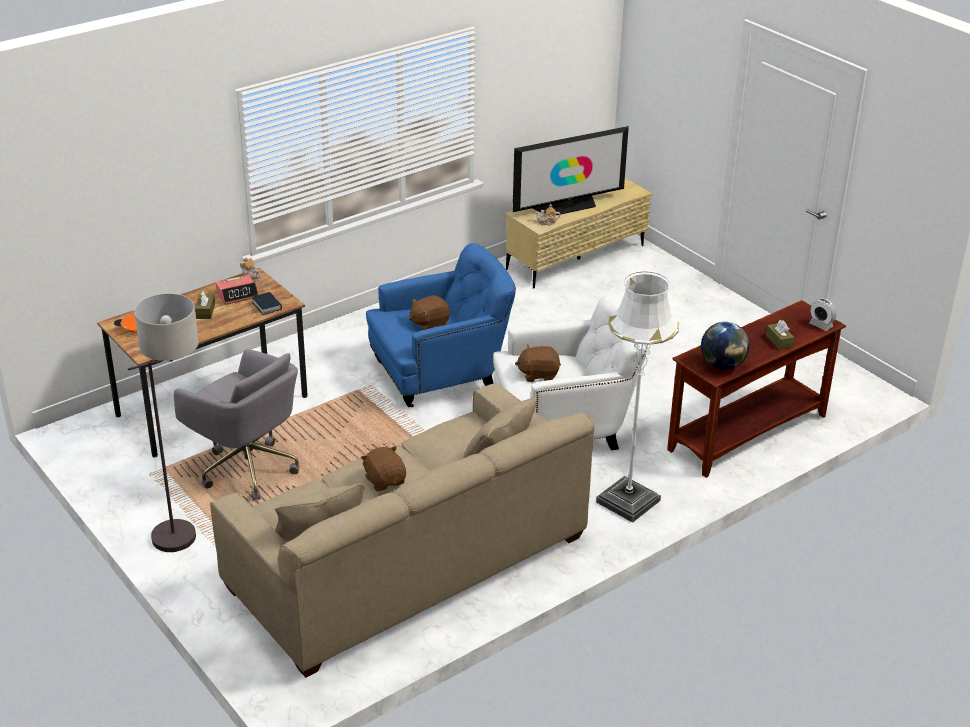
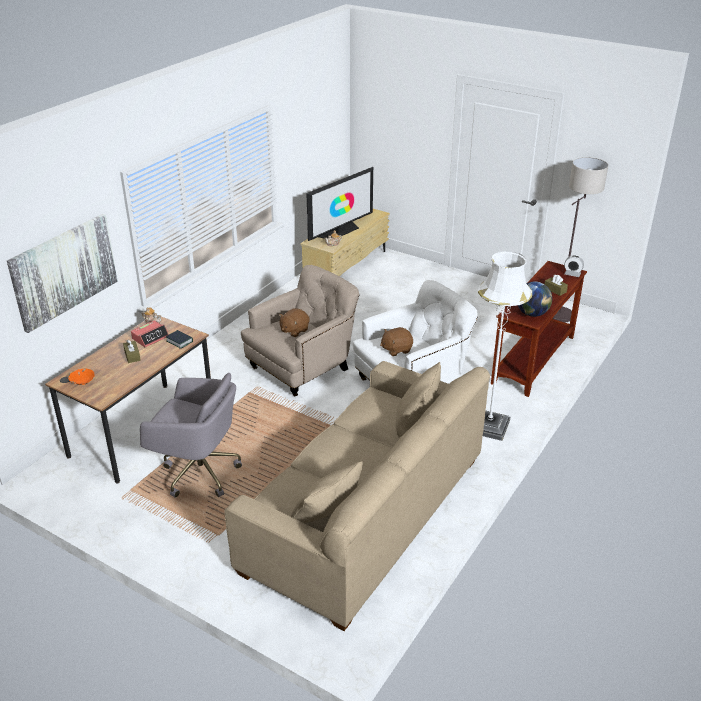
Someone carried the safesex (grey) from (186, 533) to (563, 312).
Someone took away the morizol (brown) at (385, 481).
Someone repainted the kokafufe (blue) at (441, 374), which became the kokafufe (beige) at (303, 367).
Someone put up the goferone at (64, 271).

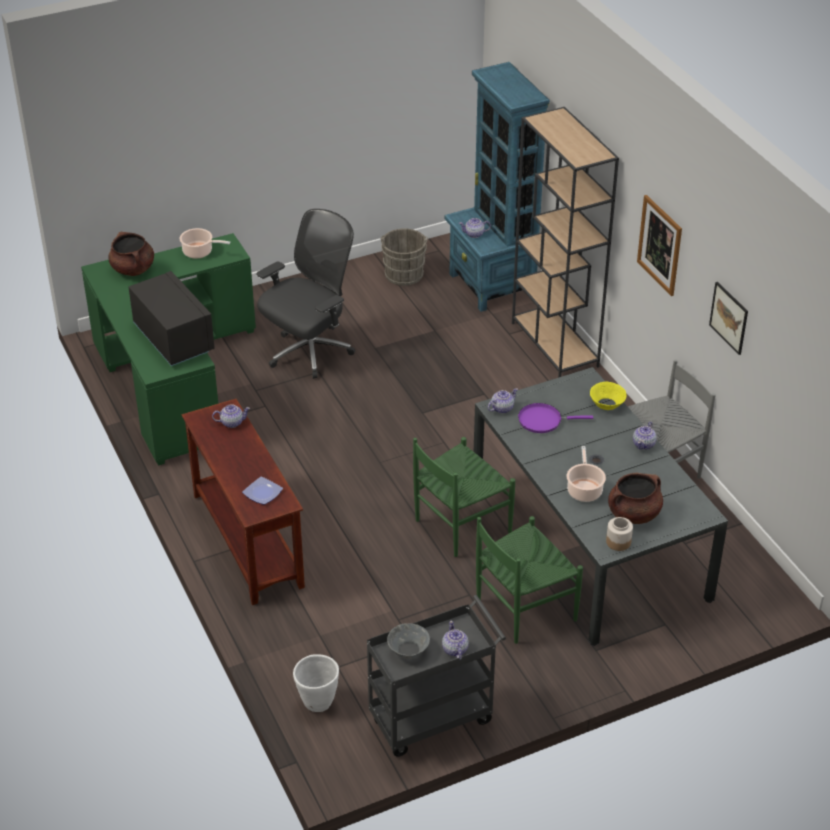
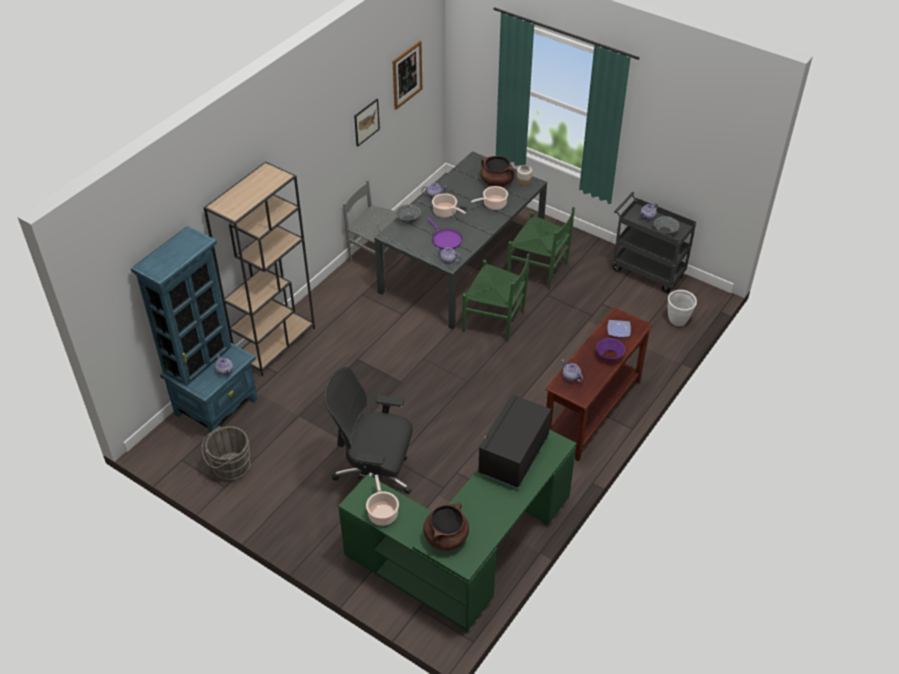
Someone repainted the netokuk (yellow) at (607, 404), which became the netokuk (grey) at (408, 219).
Someone carried the goferone from (660, 245) to (407, 75).
Someone put down the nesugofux at (446, 212).
Someone put down the netokuk (purple) at (609, 356).

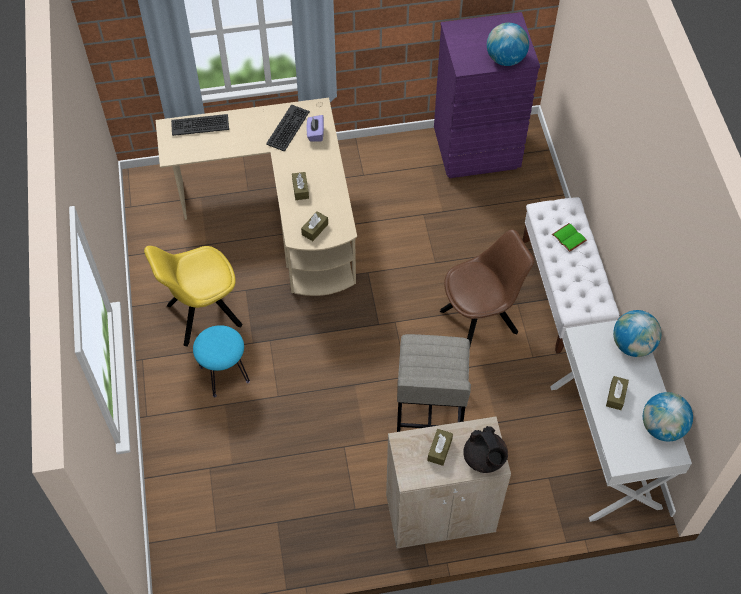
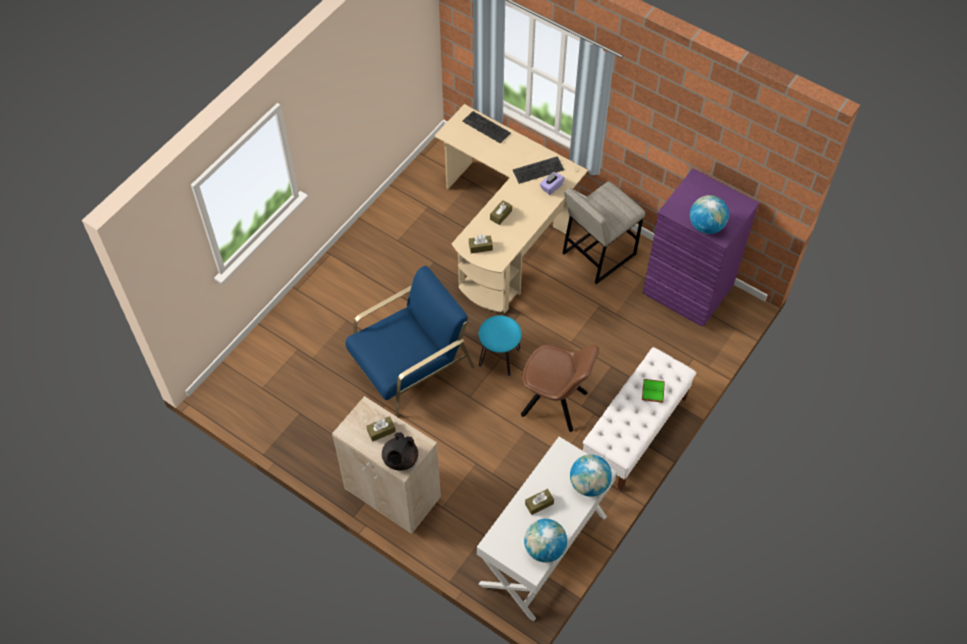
Someone took away the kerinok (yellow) at (203, 315).
Someone carried the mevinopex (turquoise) from (224, 374) to (499, 358).
Someone carried the kerinok (grey) from (429, 414) to (597, 255).
Someone put down the kokafufe (blue) at (409, 367).

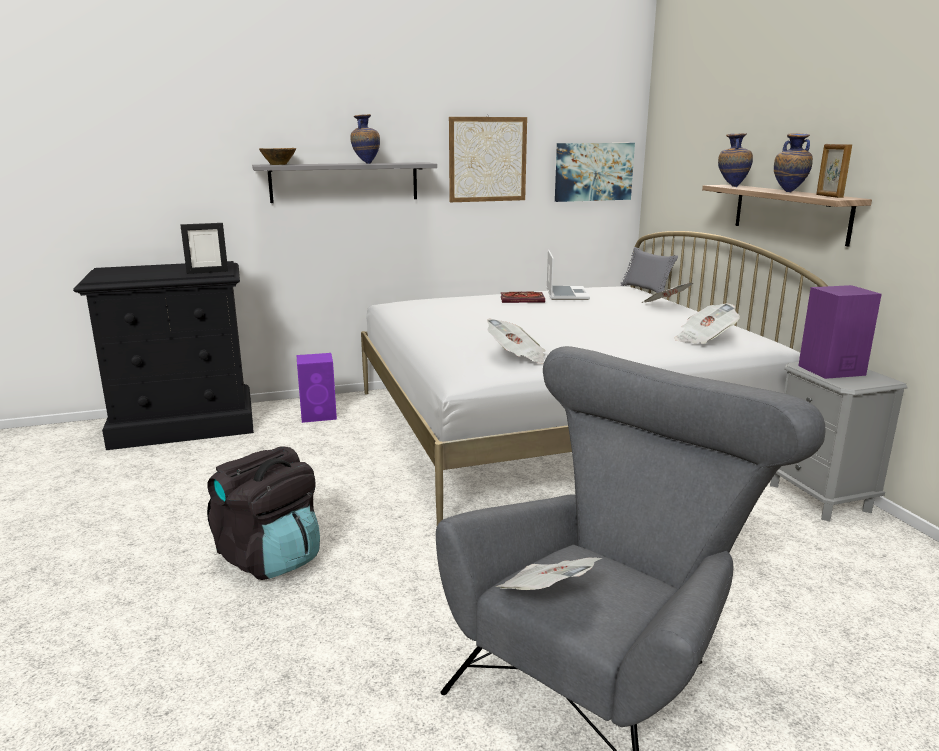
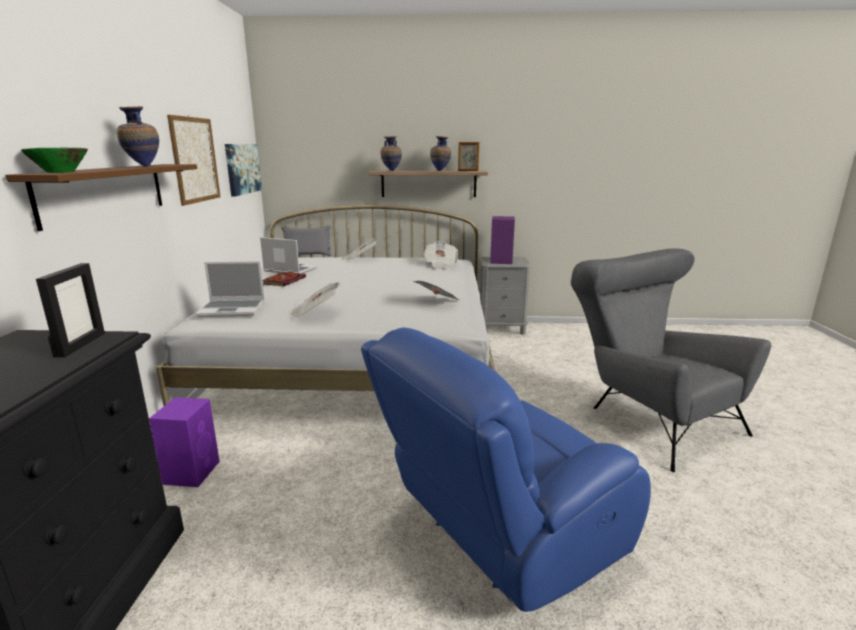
Someone swapped the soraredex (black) at (270, 557) for the kokafufe (blue) at (497, 535).
Someone repainted the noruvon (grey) at (344, 182), which became the noruvon (brown) at (105, 192).
Someone repainted the netokuk (brown) at (279, 164), which became the netokuk (green) at (61, 172).
Someone carried the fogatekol from (546, 596) to (314, 313).
Someone put down the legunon at (233, 309).

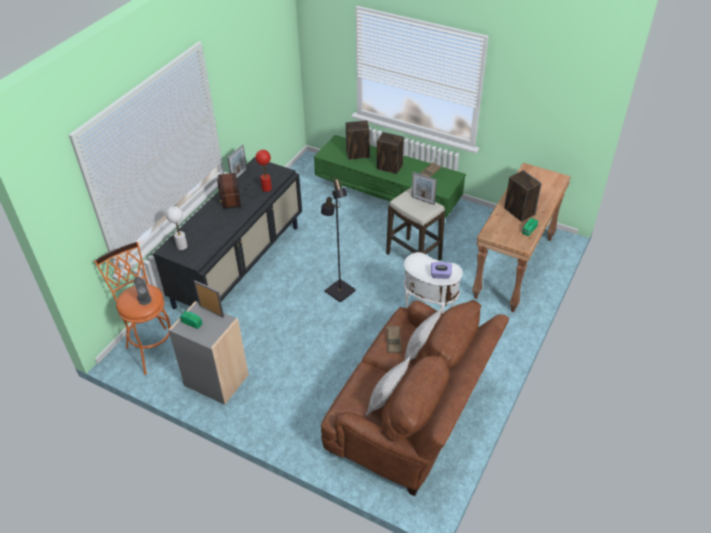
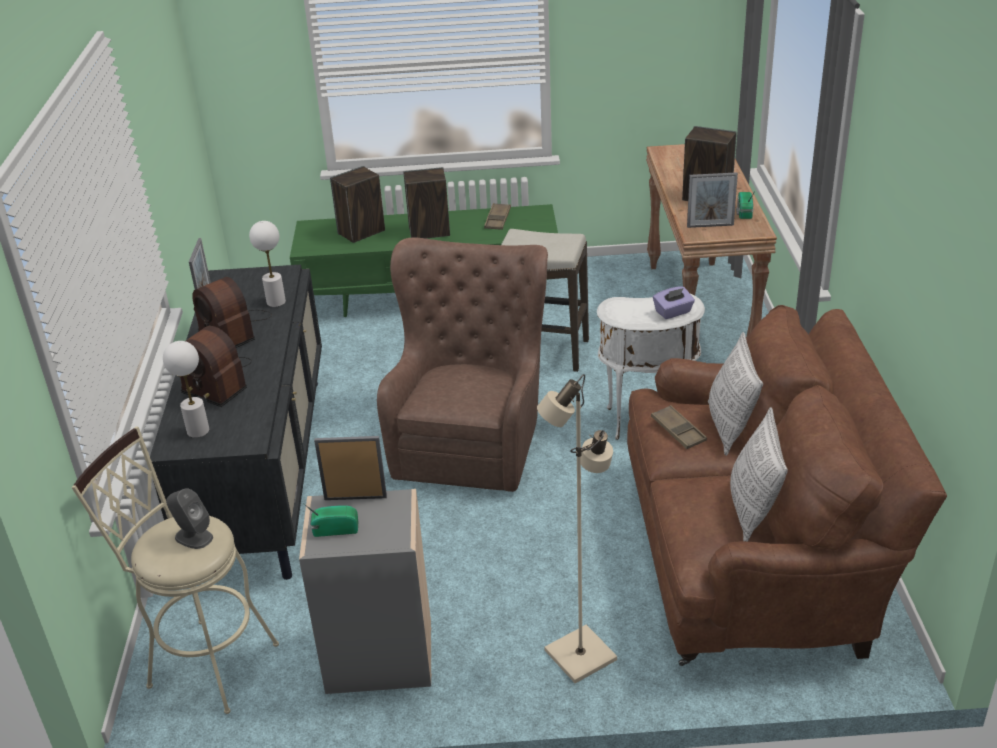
Someone repainted the mevinopex (orange) at (153, 347), which became the mevinopex (beige) at (204, 661).
Someone repainted the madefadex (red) at (266, 188), which became the madefadex (white) at (276, 302).
Someone swapped the safesex (black) at (340, 291) for the kokafufe (brown) at (472, 439).
Someone carried the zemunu from (423, 200) to (710, 226).
Someone put down the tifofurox at (216, 382).
Someone put down the safesex (beige) at (581, 655).

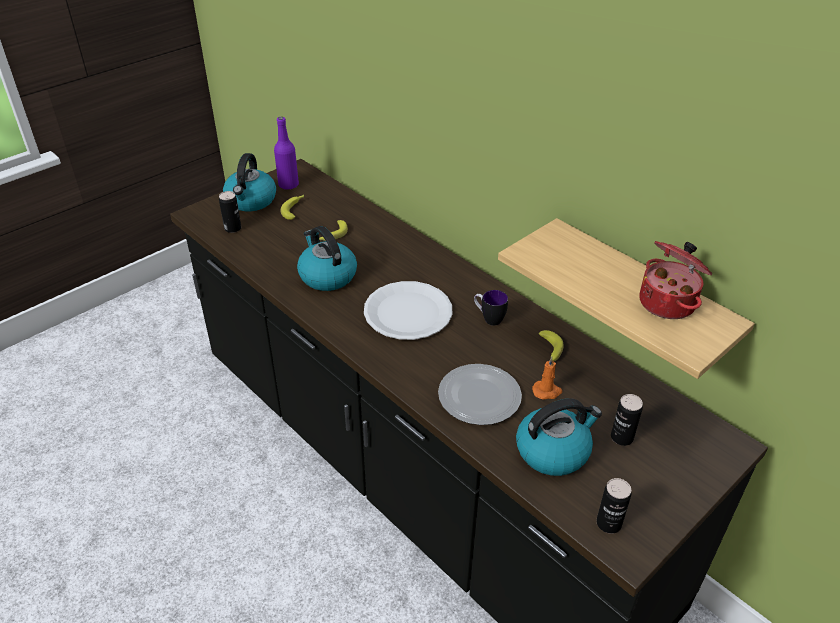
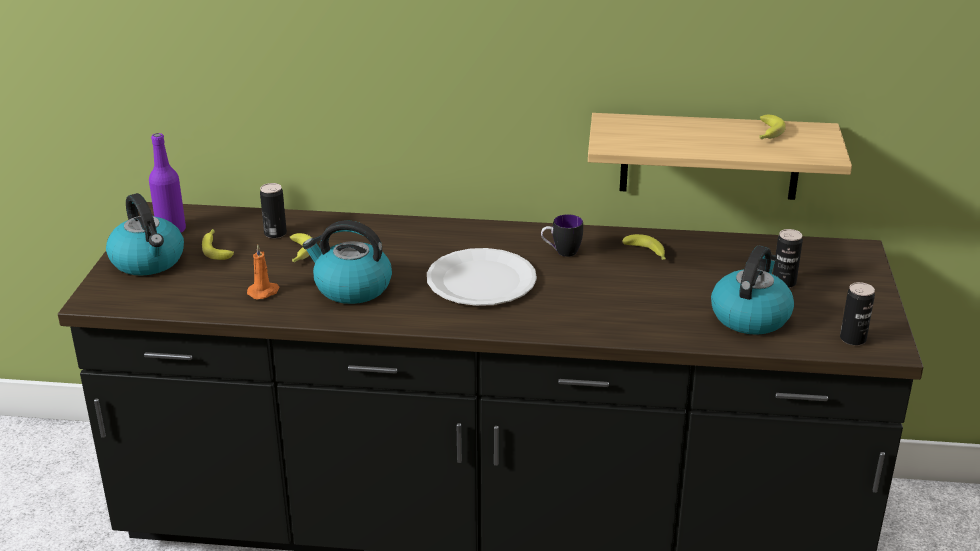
Someone carried the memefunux from (233, 228) to (275, 233).
Someone took away the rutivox at (480, 396).
Someone carried the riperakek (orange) from (547, 391) to (264, 292).
Someone swapped the nesugofux at (668, 302) for the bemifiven at (766, 134).

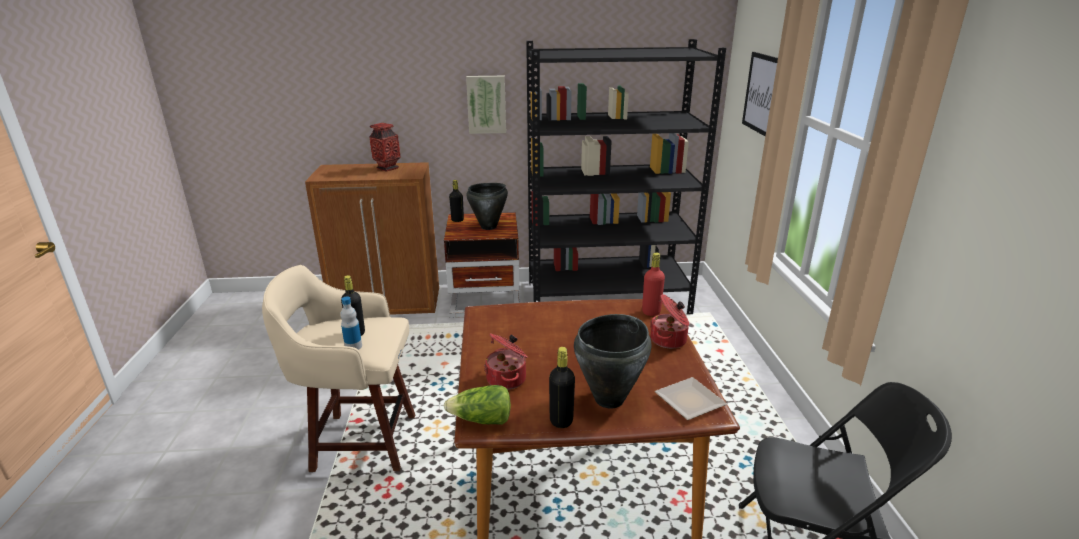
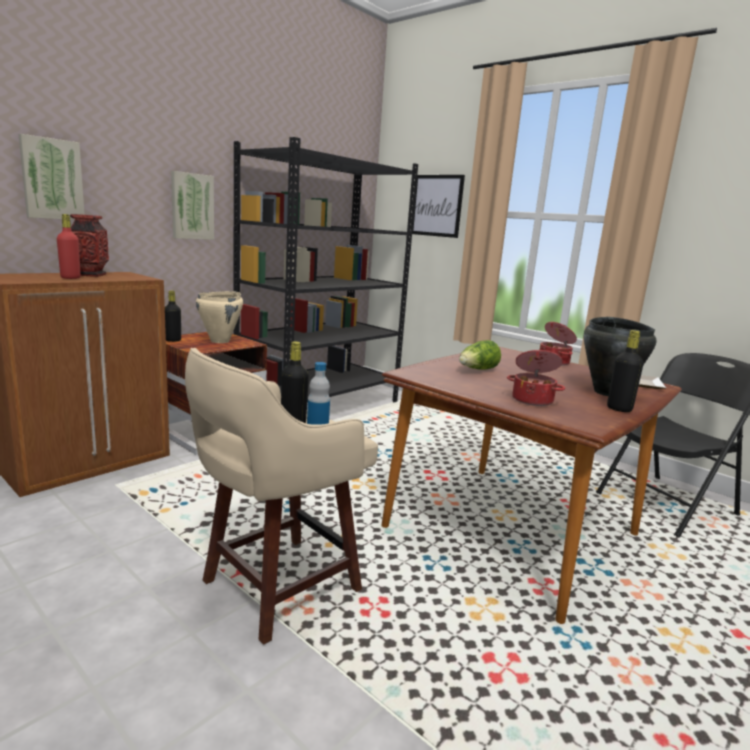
Someone carried the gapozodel from (482, 420) to (477, 370).
Someone repainted the nesugofux (black) at (489, 227), which became the nesugofux (beige) at (220, 341).
Someone carried the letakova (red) from (651, 312) to (70, 278).
Someone put up the goferone at (52, 179).

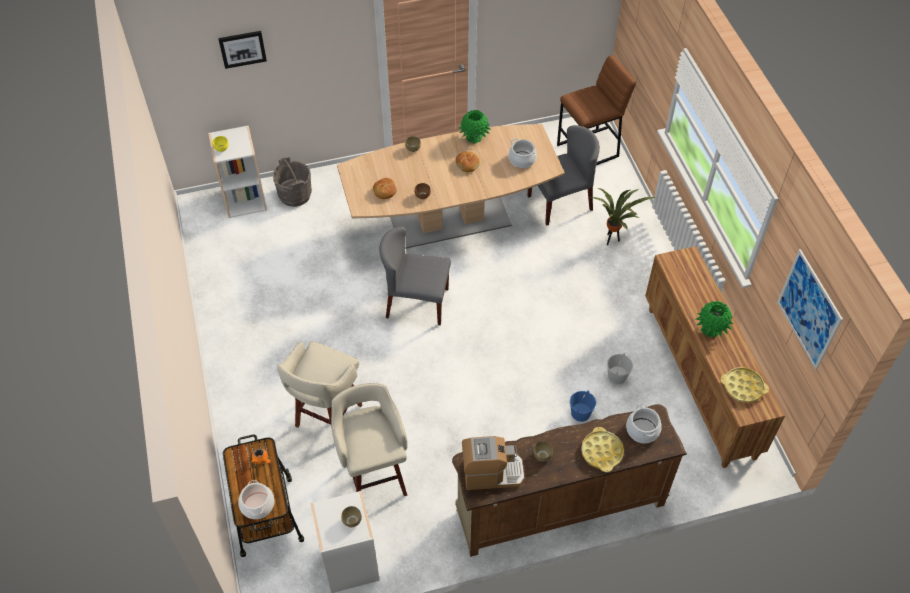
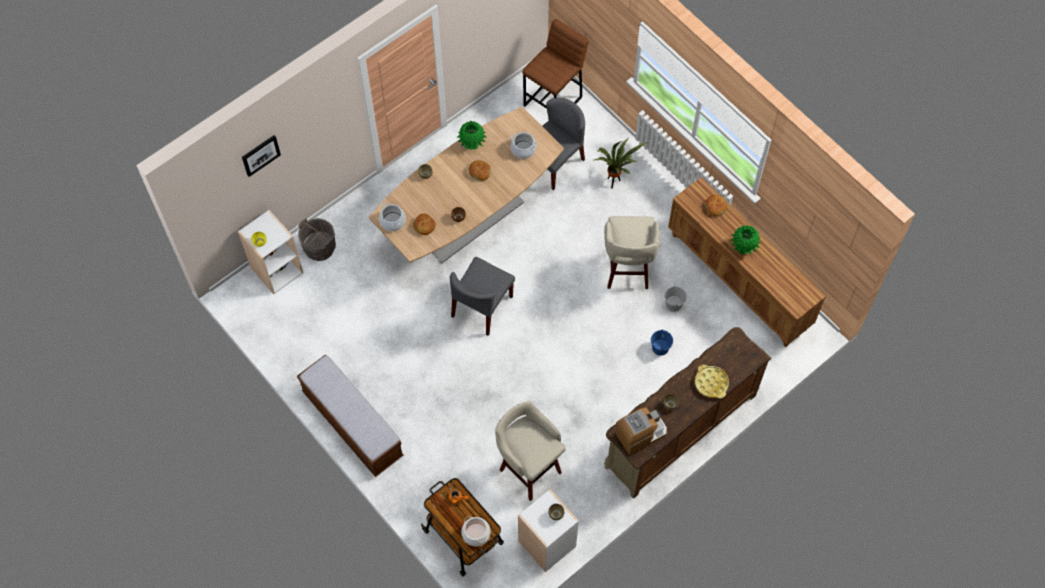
Someone carried the mevinopex (beige) from (327, 418) to (627, 272).
Someone rotated the kerinok (grey) at (416, 303) by 45 degrees counterclockwise.
Someone carried the nesugofux from (642, 430) to (392, 221).
Someone took away the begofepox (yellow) at (743, 387).
Someone took away the goferone at (809, 309).
Someone put down the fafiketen at (352, 424).
Someone put down the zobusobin at (716, 207).

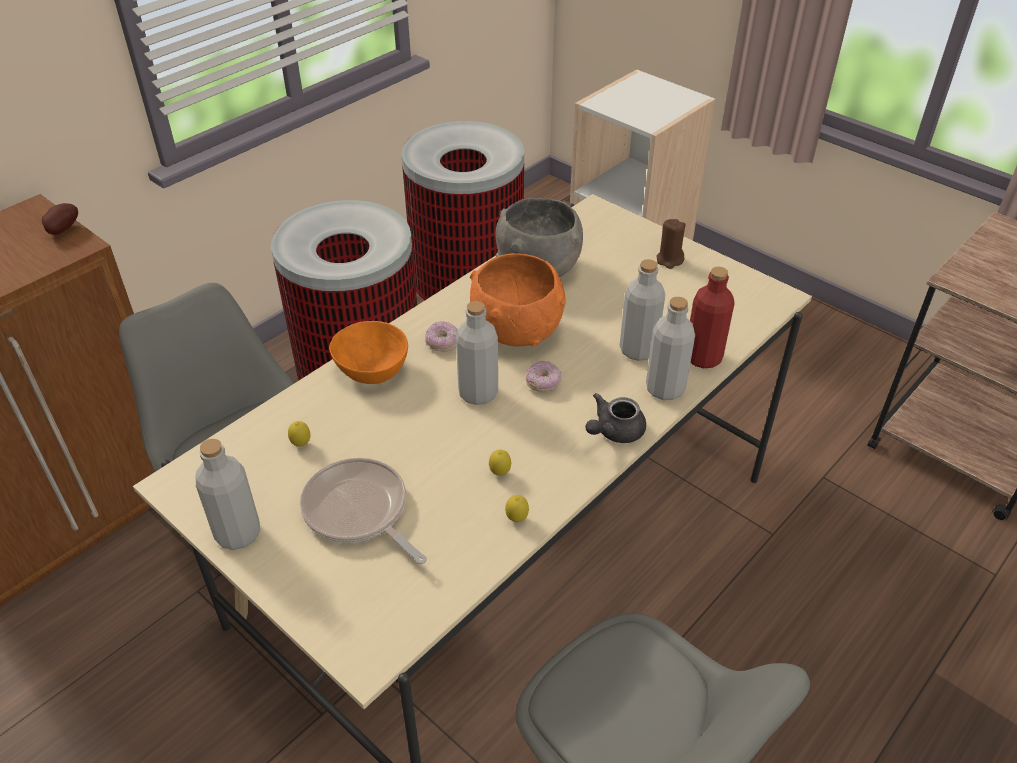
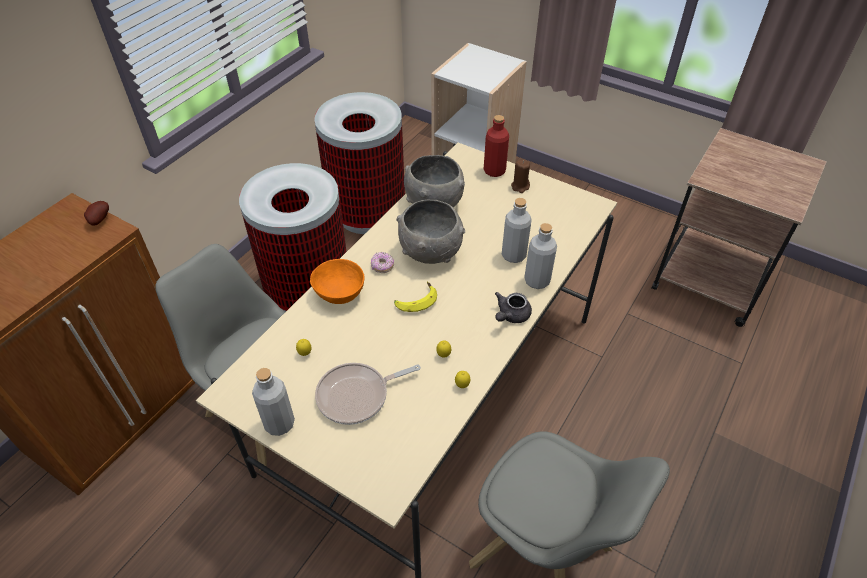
Someone rotated the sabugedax at (359, 512) by 60 degrees counterclockwise.
Someone swapped the letakova (grey) at (478, 393) for the bemifiven at (415, 300).
Someone repainted the netokuk (orange) at (516, 331), which became the netokuk (grey) at (430, 252).
Someone took away the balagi at (543, 383).
Someone carried the letakova (red) from (703, 357) to (494, 171).

